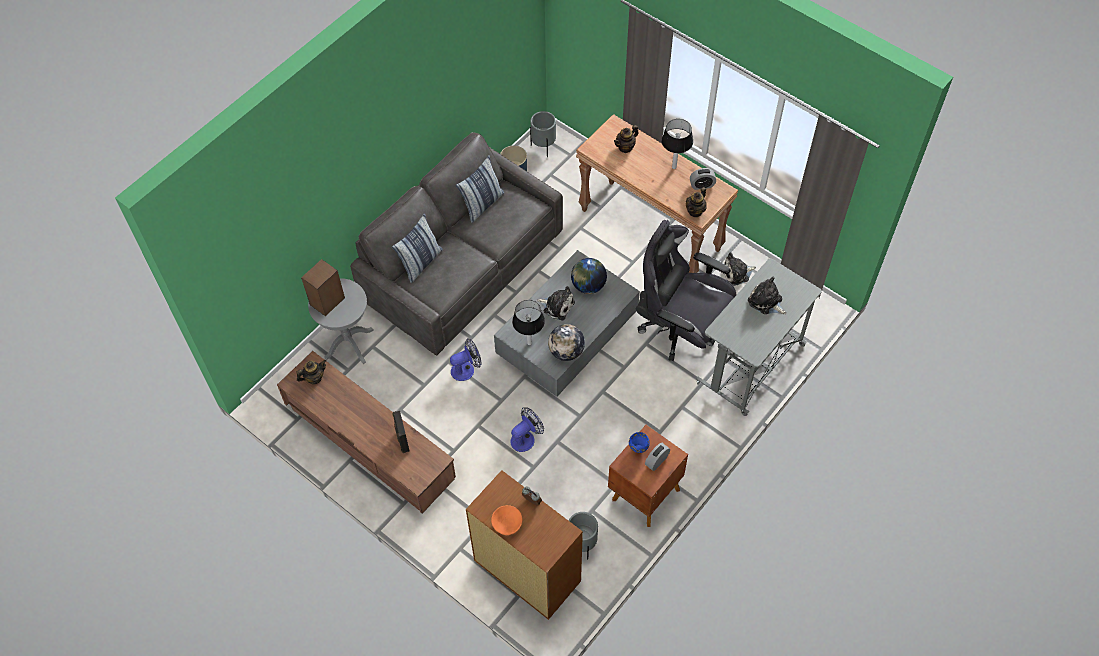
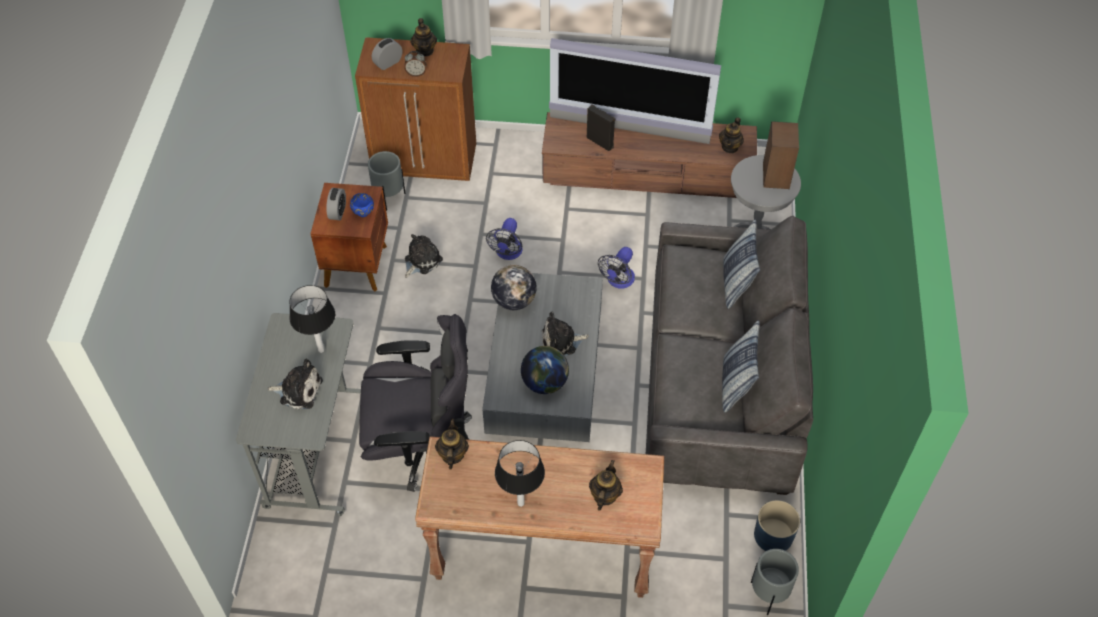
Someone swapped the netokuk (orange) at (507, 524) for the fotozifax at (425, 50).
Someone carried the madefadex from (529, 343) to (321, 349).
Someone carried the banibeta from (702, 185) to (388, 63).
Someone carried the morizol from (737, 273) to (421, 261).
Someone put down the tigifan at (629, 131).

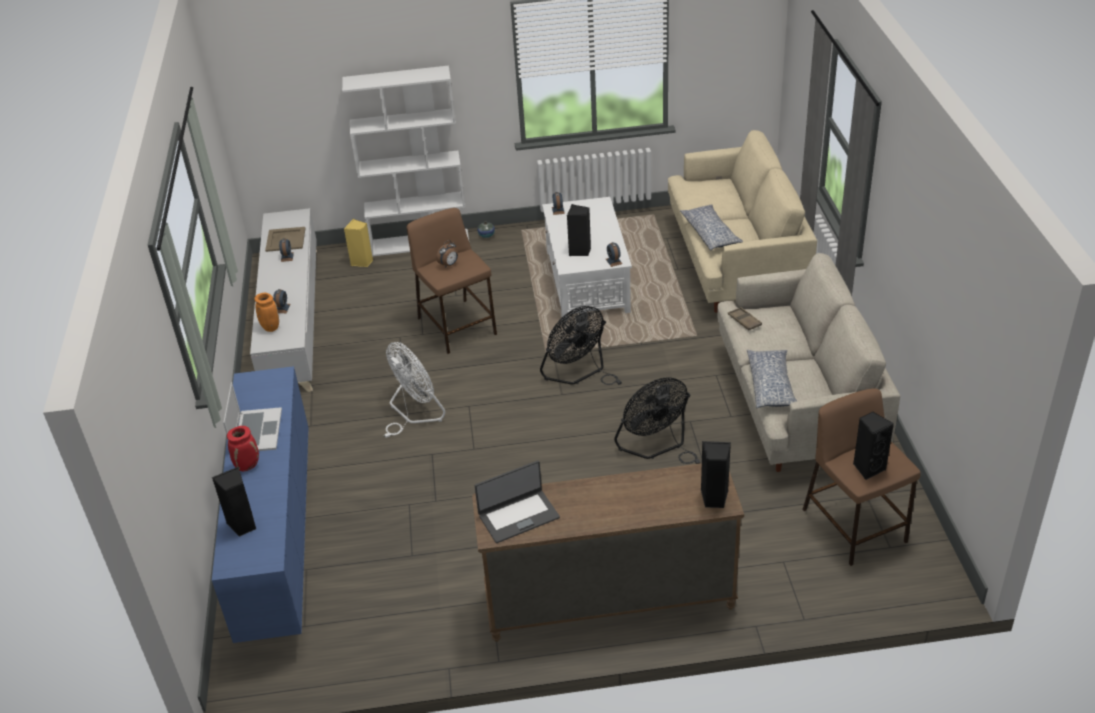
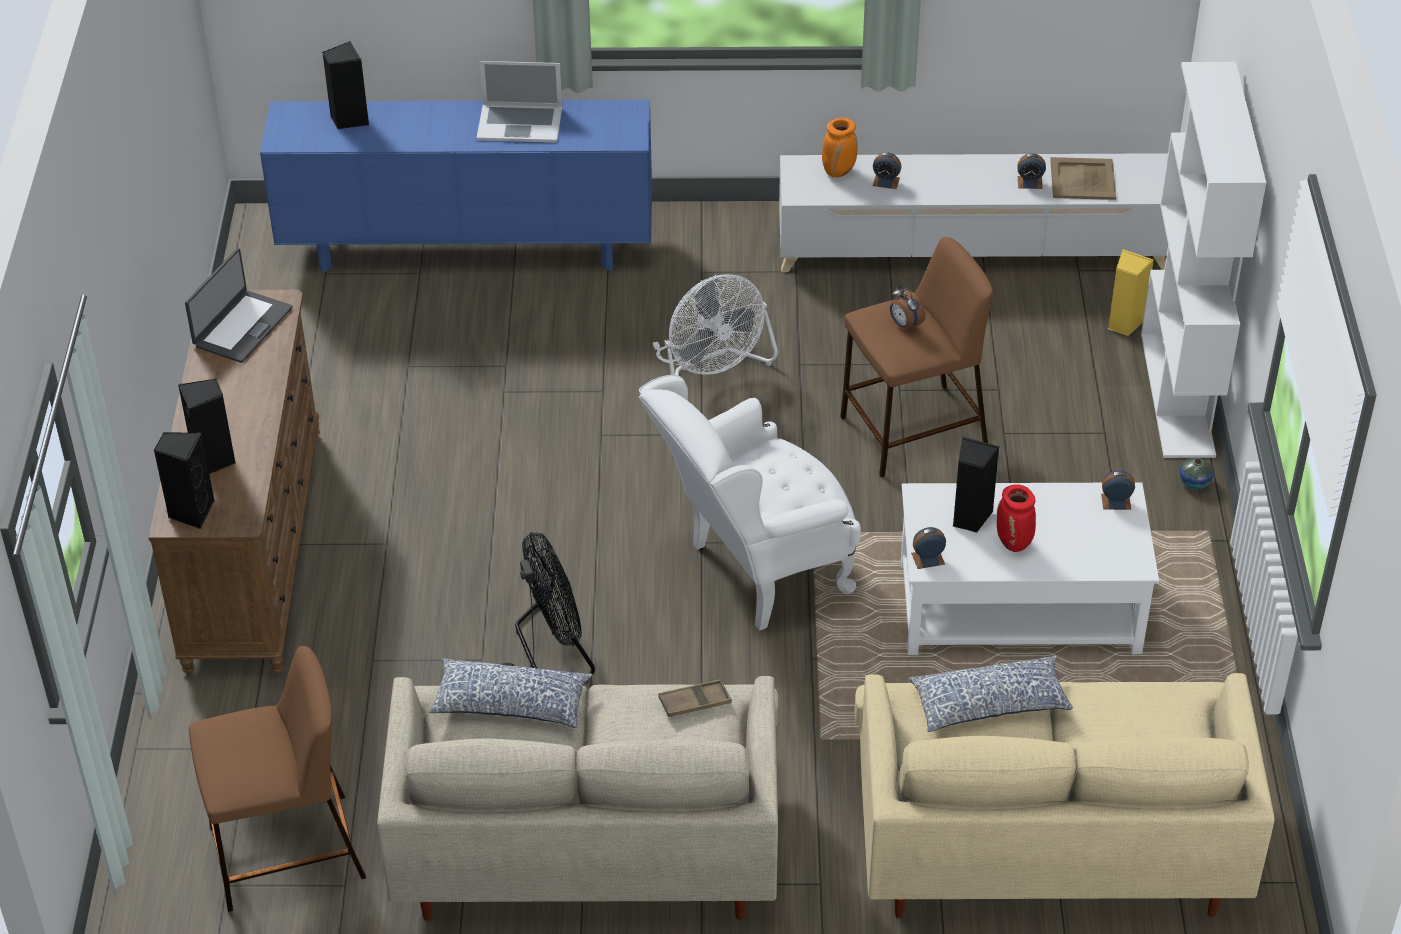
Someone carried the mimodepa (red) from (248, 465) to (1014, 544).
Someone rotated the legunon at (518, 516) by 135 degrees counterclockwise.
Someone swapped the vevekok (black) at (584, 371) for the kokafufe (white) at (755, 575).
Someone carried the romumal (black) from (868, 468) to (214, 460).

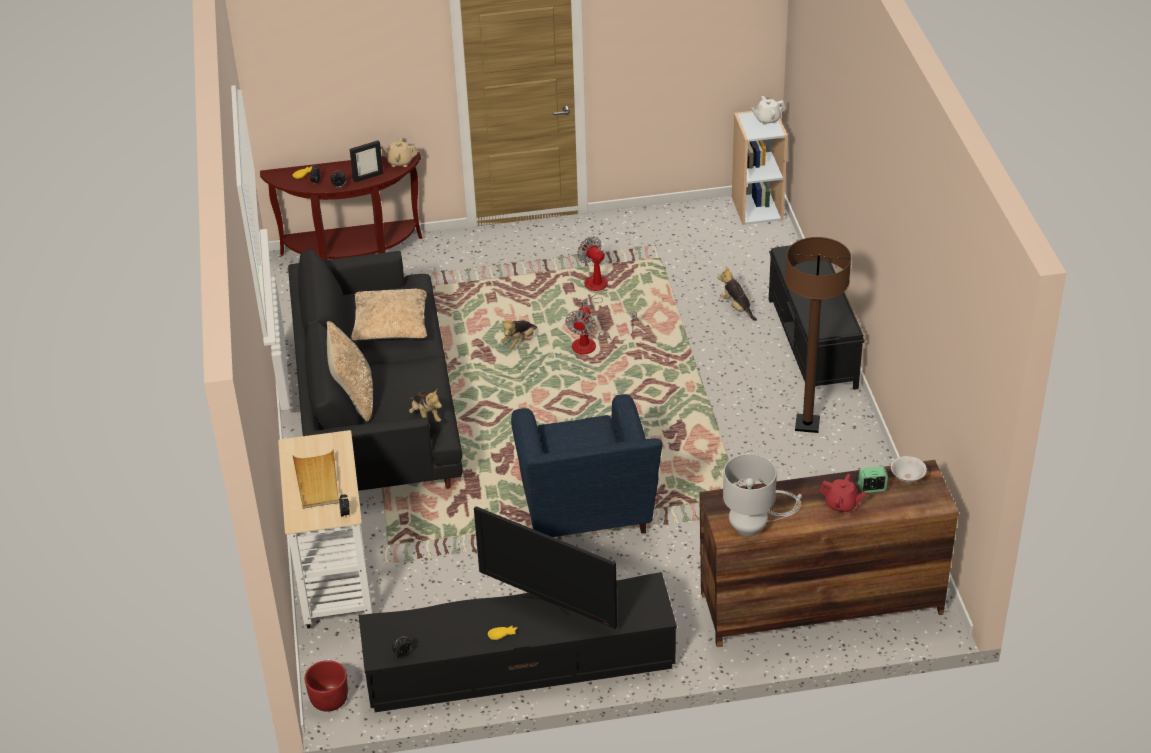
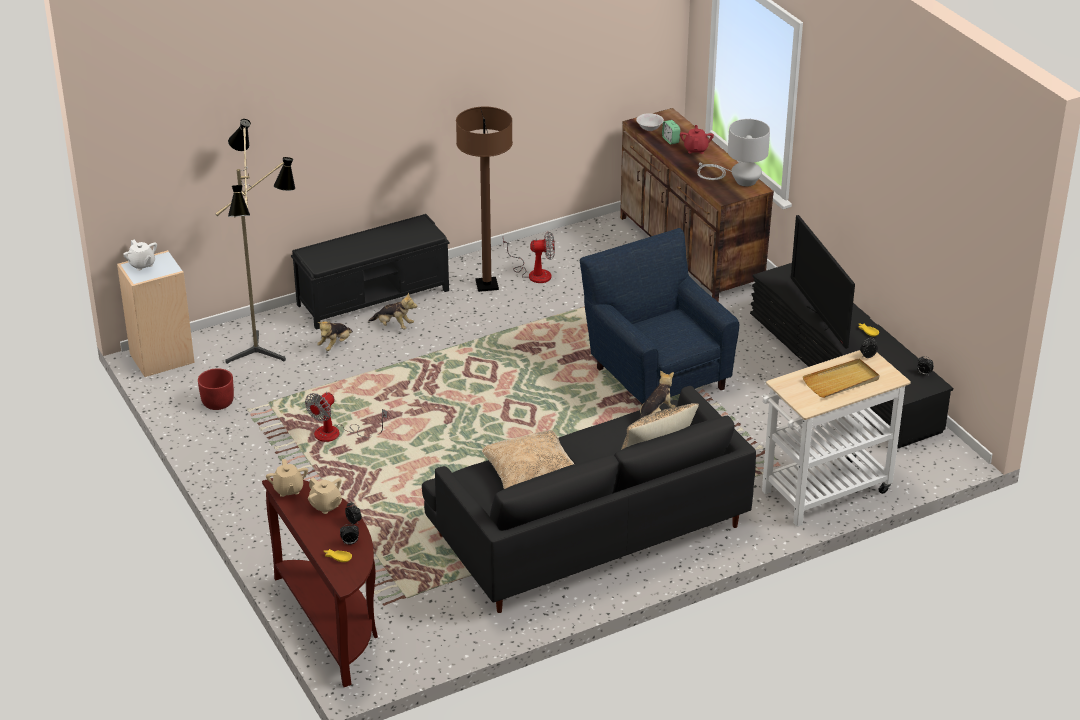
Someone carried the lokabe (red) from (329, 699) to (217, 403).
Someone swapped the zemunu at (368, 176) for the fotozifax (beige) at (326, 505).
Someone rotated the tigifan at (549, 603) by 150 degrees clockwise.
Someone carried the morizol from (519, 341) to (394, 326).
Someone rotated the kokafufe (blue) at (585, 512) by 90 degrees counterclockwise.
Someone carried the vevekok from (592, 344) to (534, 273).
Someone put down the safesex at (263, 351).

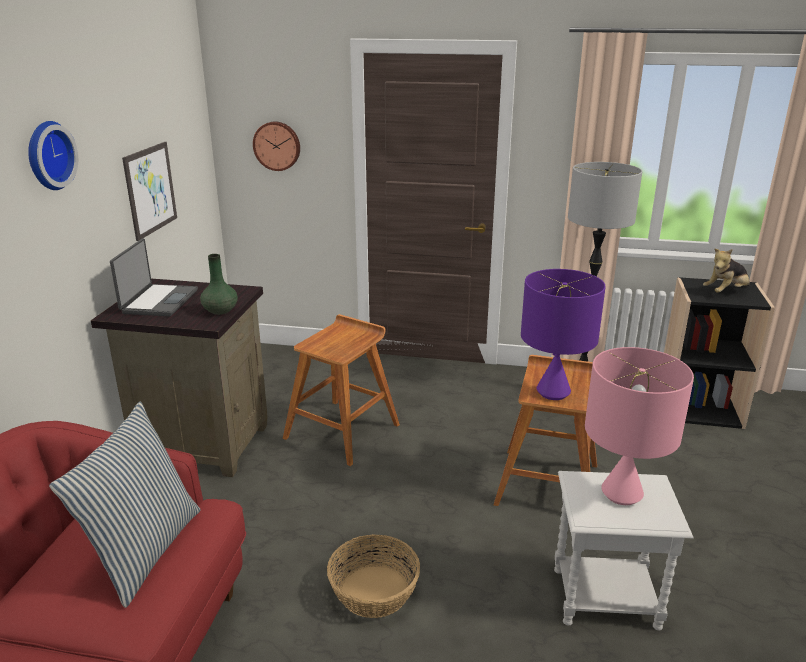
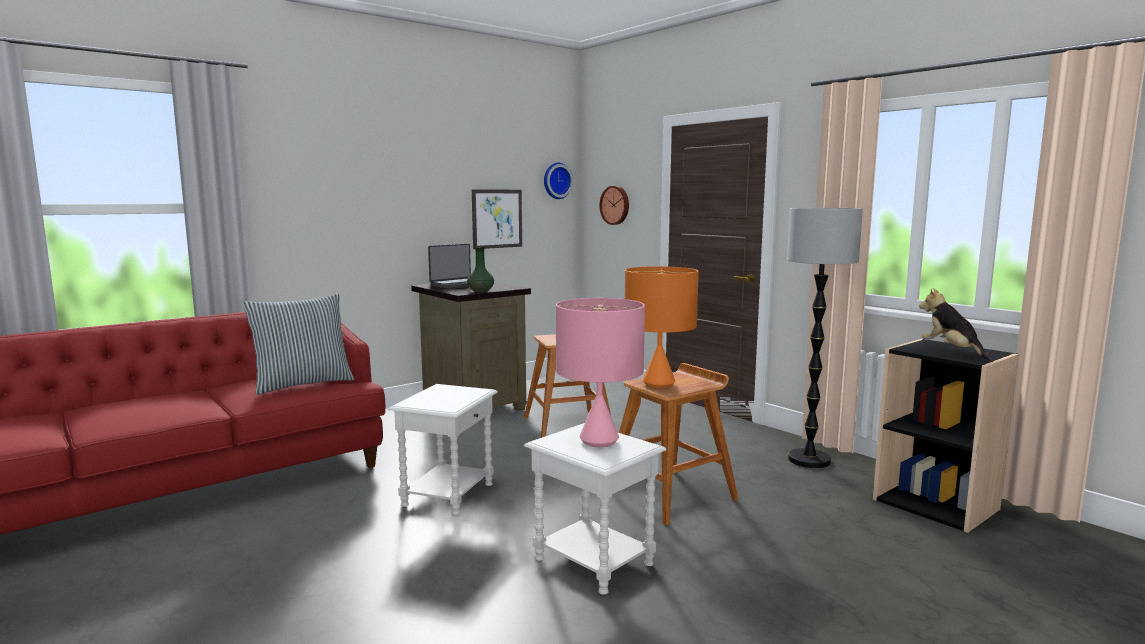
Someone carried the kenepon from (47, 155) to (556, 181).
Someone swapped the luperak at (373, 591) for the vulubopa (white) at (446, 494).
Someone repainted the madefadex (purple) at (553, 393), which became the madefadex (orange) at (659, 385).
Someone rotated the morizol at (726, 292) by 60 degrees clockwise.

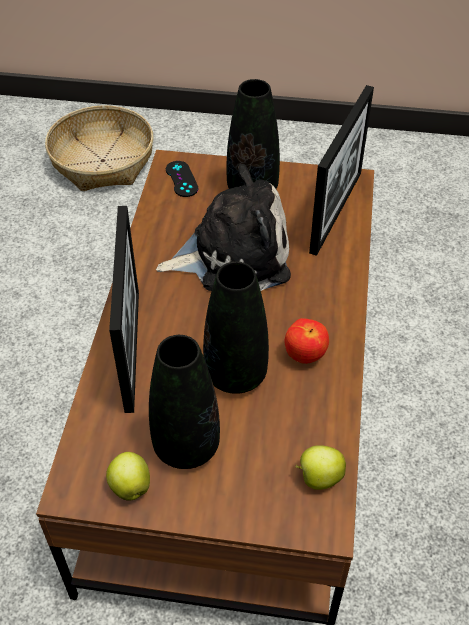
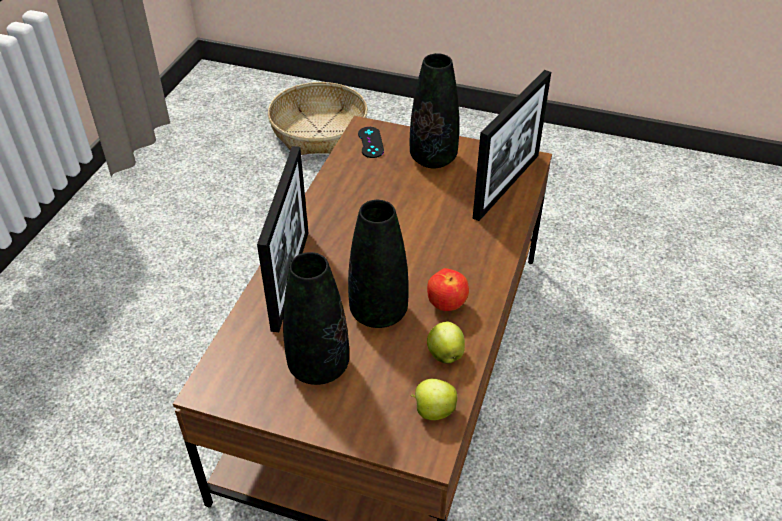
Someone carried the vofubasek from (130, 486) to (445, 354).
Someone took away the morizol at (233, 254).

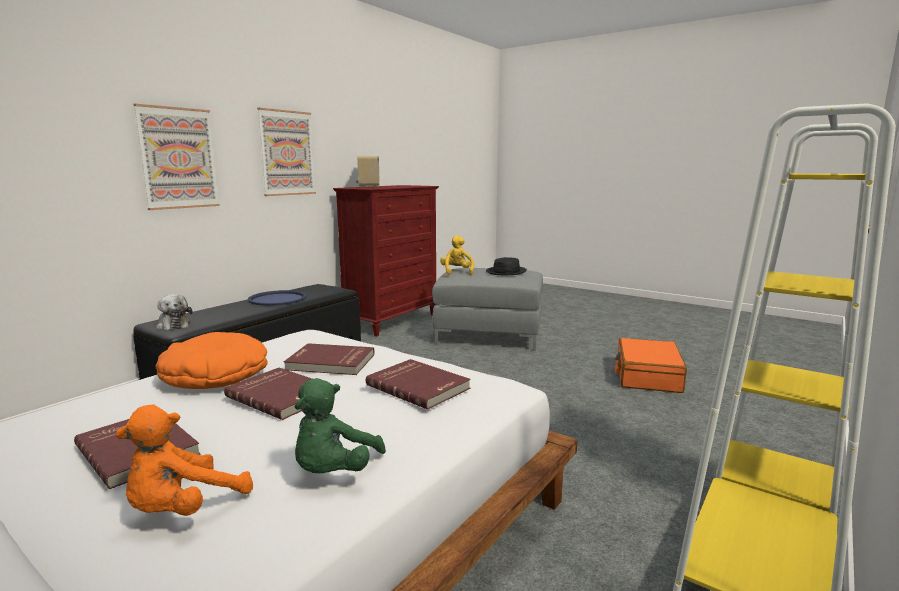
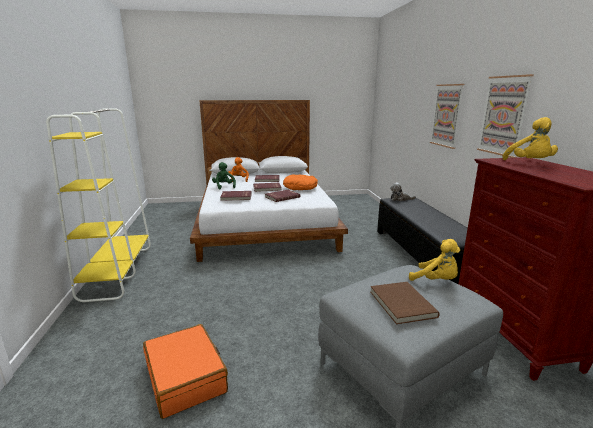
Someone took away the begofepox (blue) at (278, 299).
Someone swapped the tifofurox at (368, 187) for the morizol (yellow) at (530, 163).
Someone swapped the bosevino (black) at (506, 272) for the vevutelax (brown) at (401, 304).

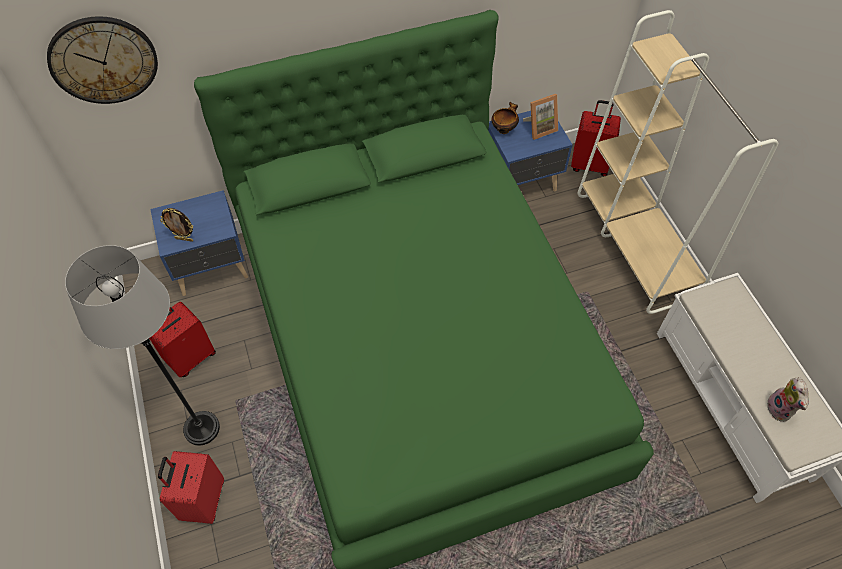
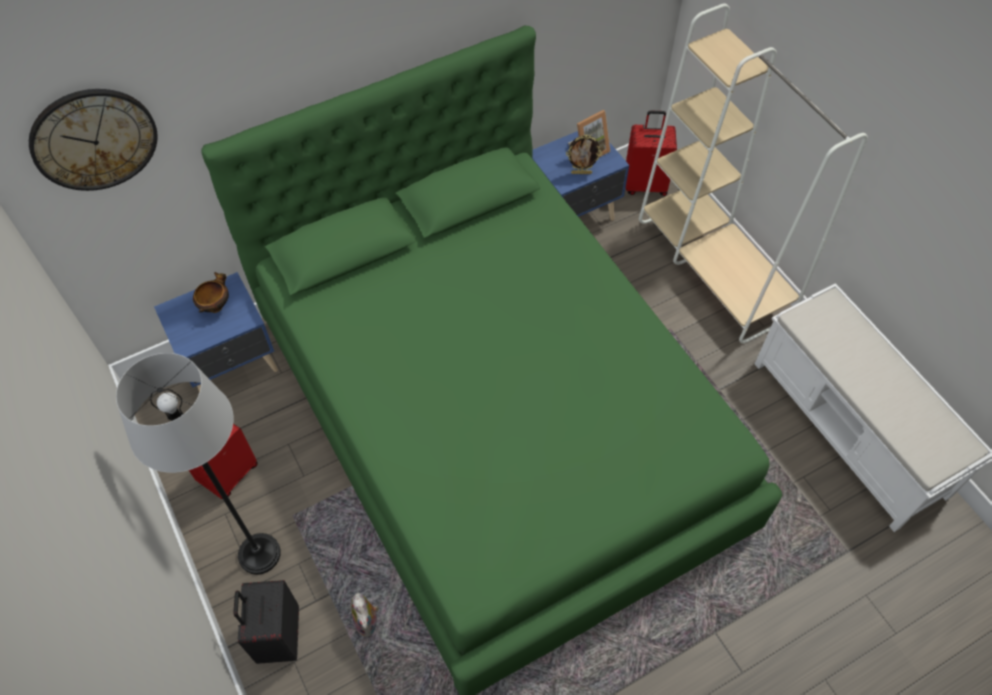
Someone repainted the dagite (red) at (203, 500), which became the dagite (black) at (278, 636).
Someone carried the zemunu from (184, 239) to (581, 173).
Someone carried the netokuk from (504, 129) to (216, 305).
Someone carried the morizol from (780, 409) to (368, 622).

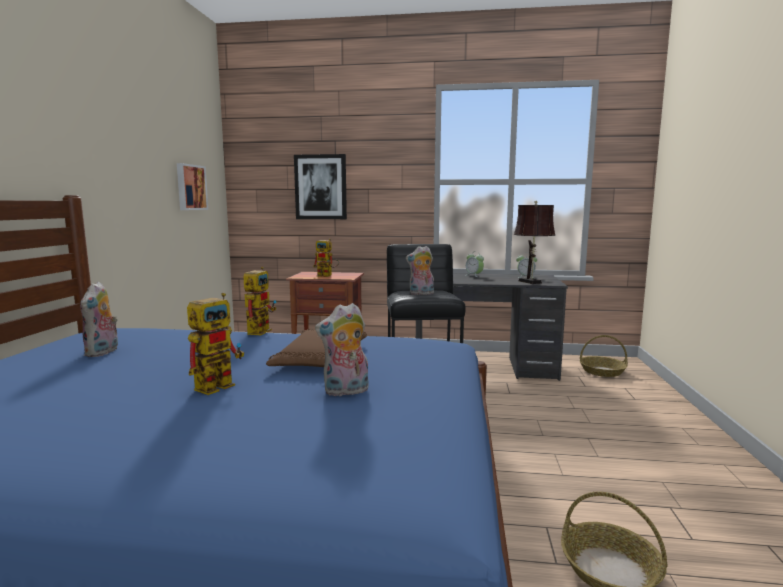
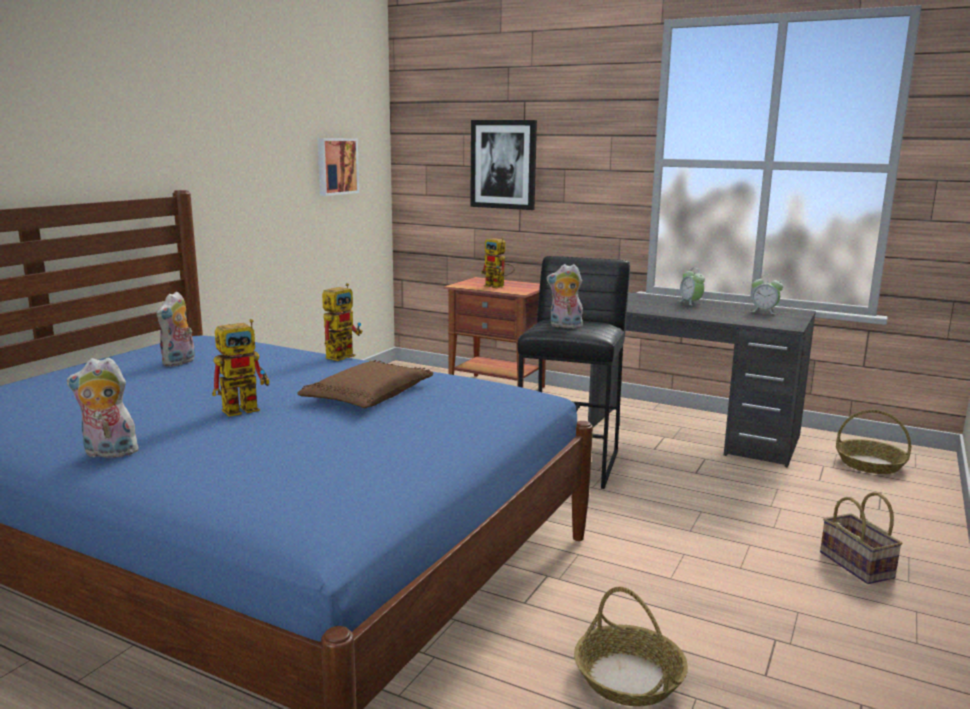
Someone carried the morizol from (346, 391) to (108, 453).
Someone took away the madefadex (brown) at (531, 282).
Someone put down the luperak at (858, 566).

